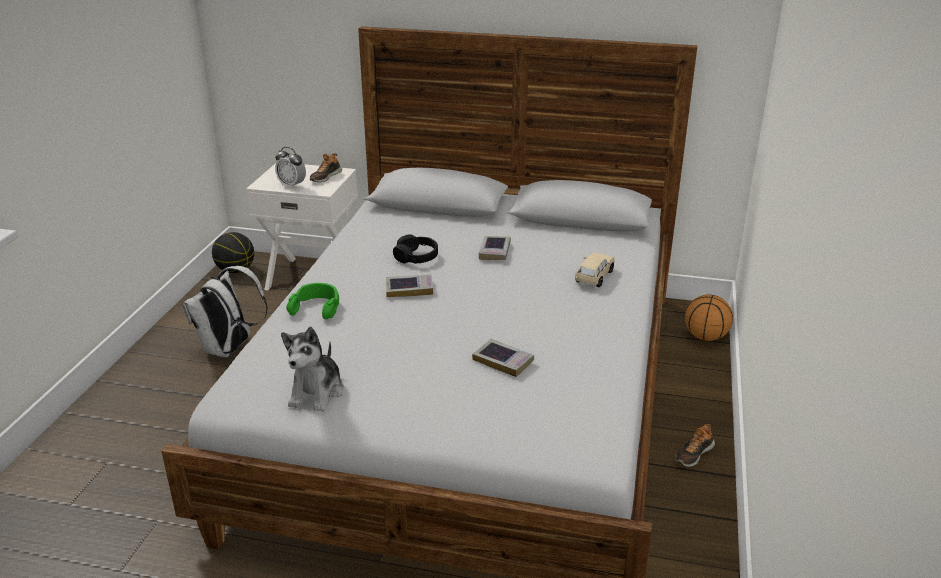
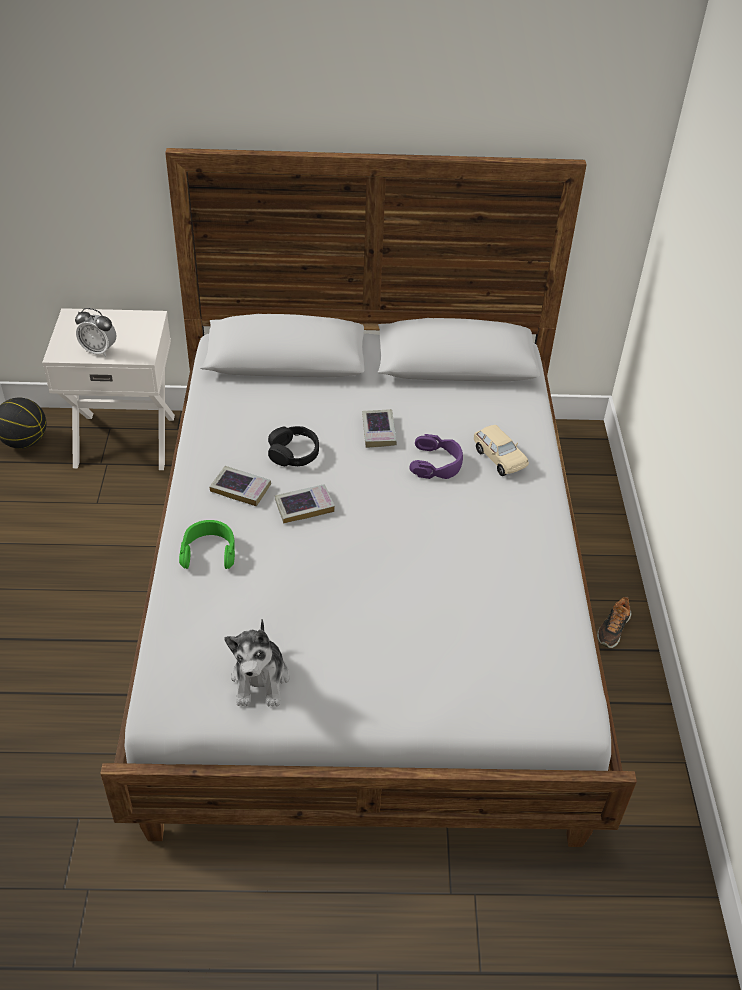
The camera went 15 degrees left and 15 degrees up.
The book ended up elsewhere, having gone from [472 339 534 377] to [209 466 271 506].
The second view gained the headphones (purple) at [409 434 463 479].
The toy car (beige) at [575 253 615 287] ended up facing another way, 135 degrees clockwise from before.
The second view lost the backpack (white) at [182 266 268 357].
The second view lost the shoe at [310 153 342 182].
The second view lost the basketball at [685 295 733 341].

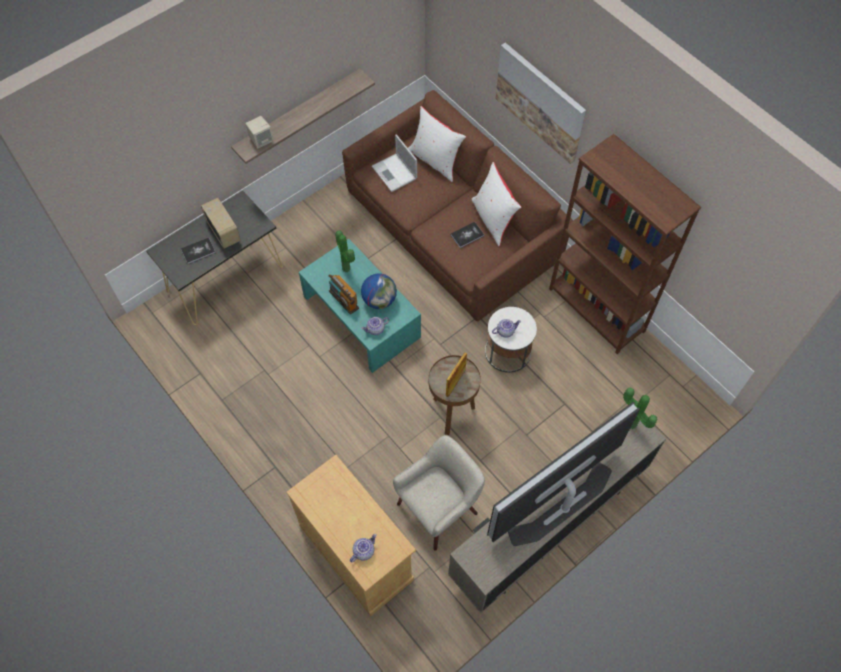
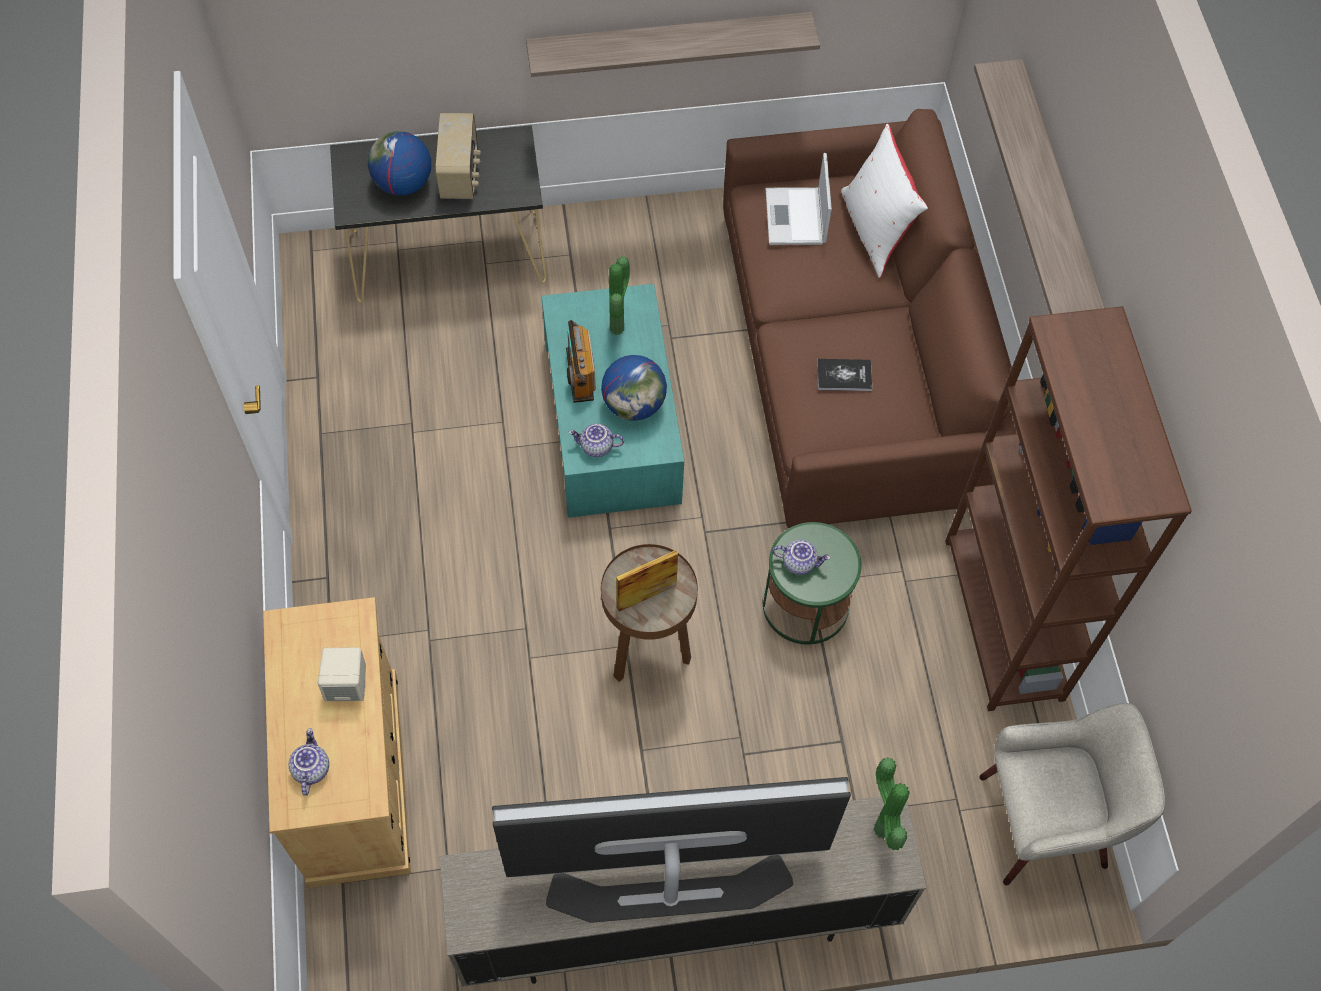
The camera went 30 degrees right and 0 degrees up.
The teapot at [350 534 377 563] ended up facing another way, 75 degrees counterclockwise from before.
The speaker (beige) ended up elsewhere, having gone from [245 116 273 149] to [318 647 366 701].
Where the book stood at [181 238 216 264], the globe came to stand at [368 131 431 196].
What was the side table (white) at [485 307 537 373] turned into the side table (green) at [763 522 862 645].
Where the picture hung at [496 42 586 164], the shelf came to hang at [974 59 1105 314].
The armchair (beige) ended up elsewhere, having gone from [393 435 485 551] to [979 703 1165 885].
The second view lost the pillow (white) at [471 162 521 246].

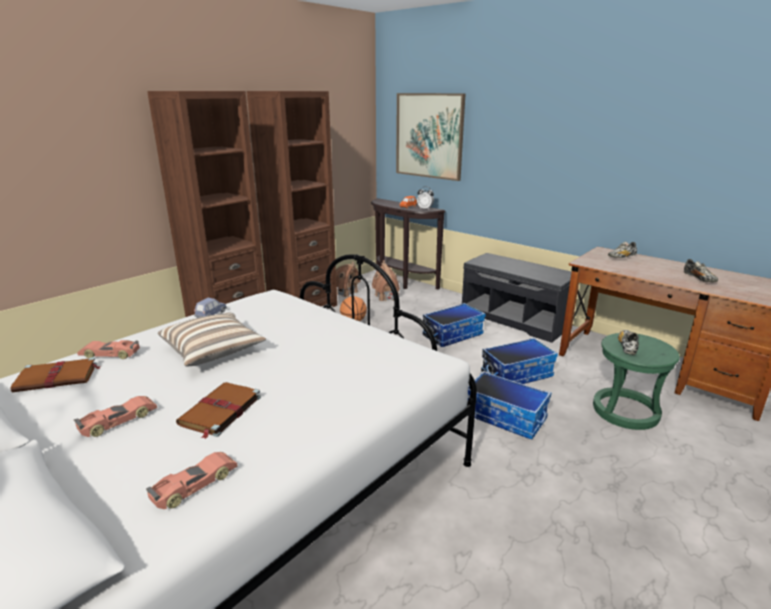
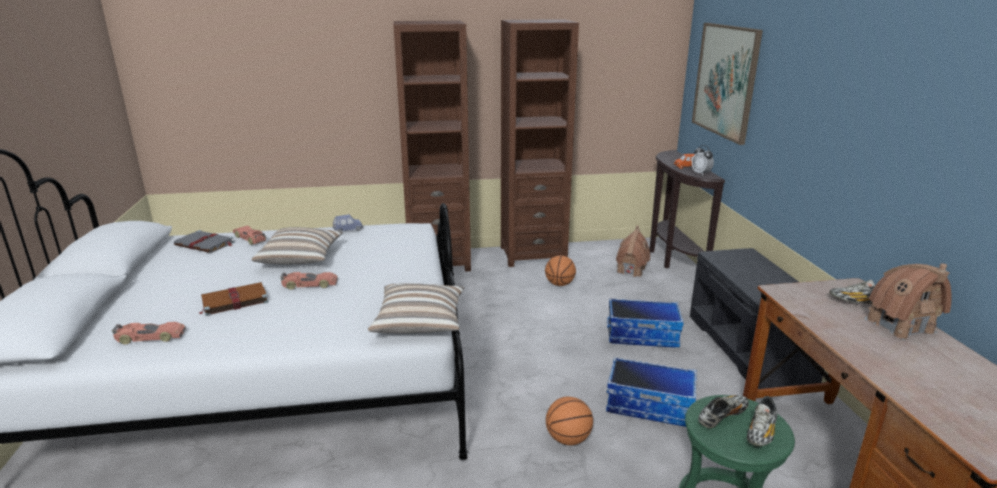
The camera went 40 degrees right and 0 degrees up.
What was the book (brown) at [11 357 101 392] turned into the book (grey) at [174 230 234 253].
The toy car ended up elsewhere, having gone from [74 396 157 437] to [280 272 338 290].
The second view gained the pillow at [368 283 464 334].
Where the storage box stood at [468 371 551 439], the basketball came to stand at [546 397 593 445].
The shoe ended up elsewhere, having gone from [684 259 718 282] to [747 396 778 446].
The toy house ended up elsewhere, having gone from [336 262 361 298] to [864 263 951 341].

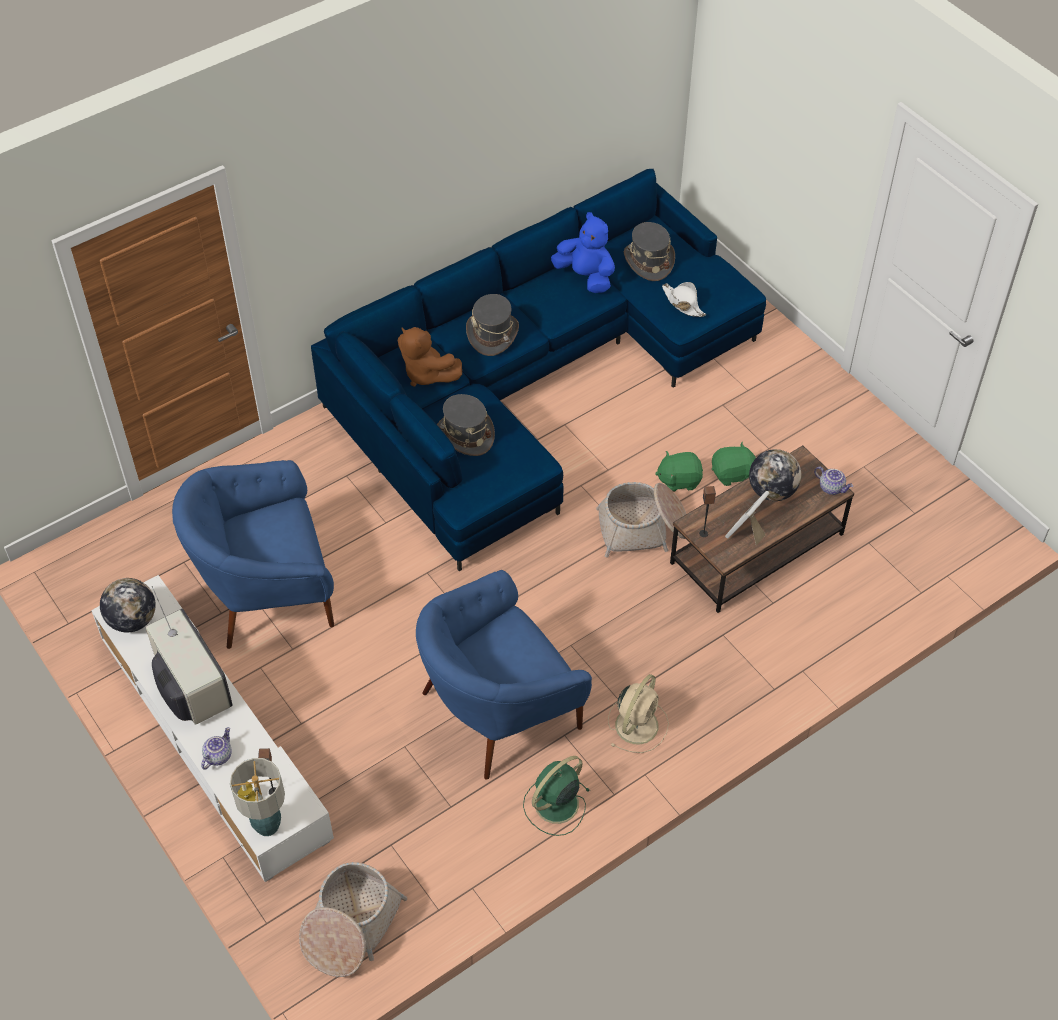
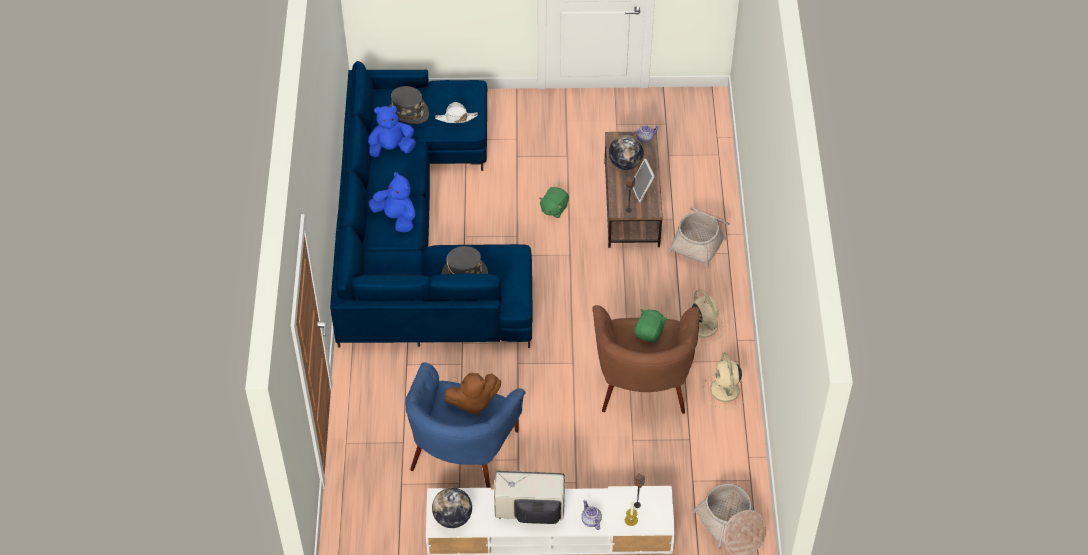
The camera went 55 degrees left and 0 degrees up.
Where the hat (grey) stood at [466 294 519 356], the plush toy (blue) came to stand at [369 172 416 232].
The plush toy (brown) ended up elsewhere, having gone from [398 327 462 386] to [445 373 501 416].
What was the armchair (blue) at [416 570 592 780] turned into the armchair (brown) at [592 305 700 414].
The plush toy (green) ended up elsewhere, having gone from [712 442 756 486] to [635 309 667 343].
The basket ended up elsewhere, having gone from [596 482 686 557] to [668 207 730 269].
What was the fan (green) at [523 756 590 836] turned into the fan (beige) at [704 352 748 408].
The second view lost the table lamp at [230 758 285 836].

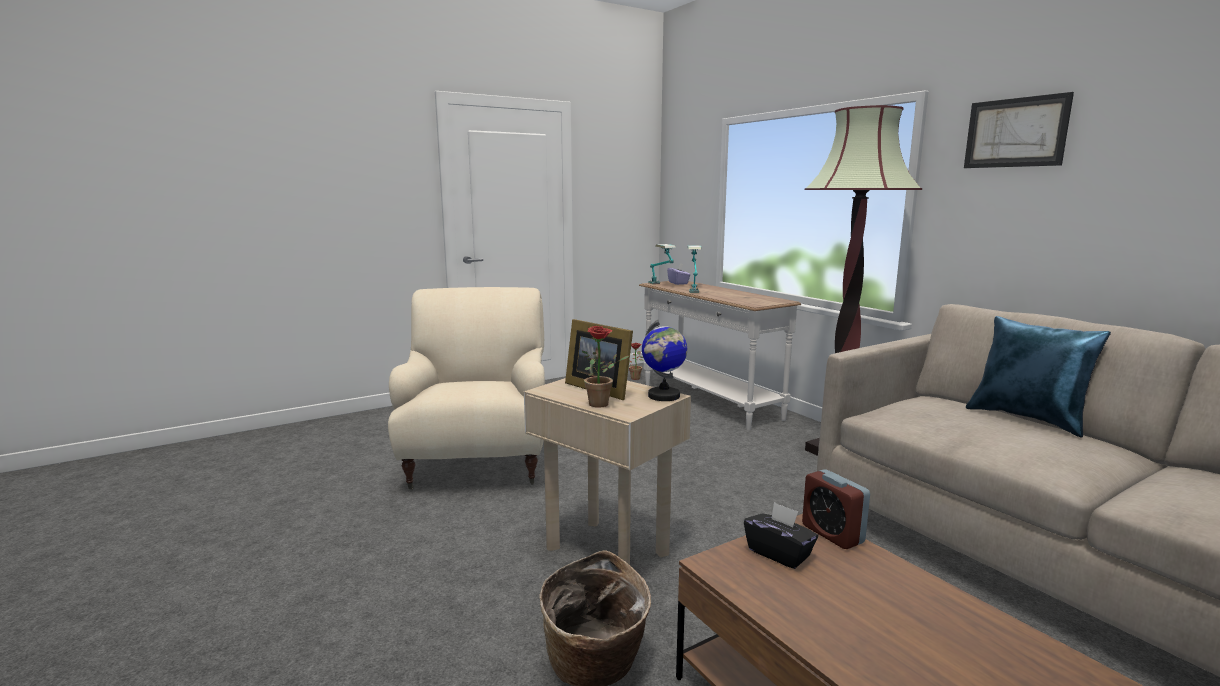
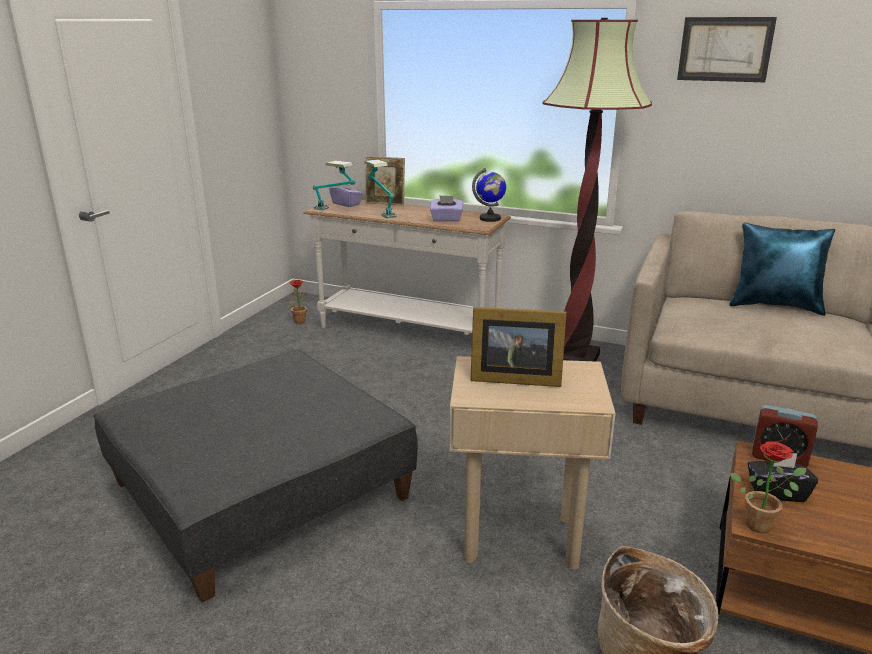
The camera went 35 degrees left and 10 degrees up.
Where the armchair (beige) stood at [388 287 545 489], the ottoman (grey) came to stand at [93 350 418 603].
The second view gained the picture frame at [366 156 405 206].
The second view gained the tissue box (purple) at [430 195 463 222].
The globe ended up elsewhere, having gone from [642 320 687 401] to [472 168 506 222].
The potted plant ended up elsewhere, having gone from [582 326 629 408] to [730 441 806 533].

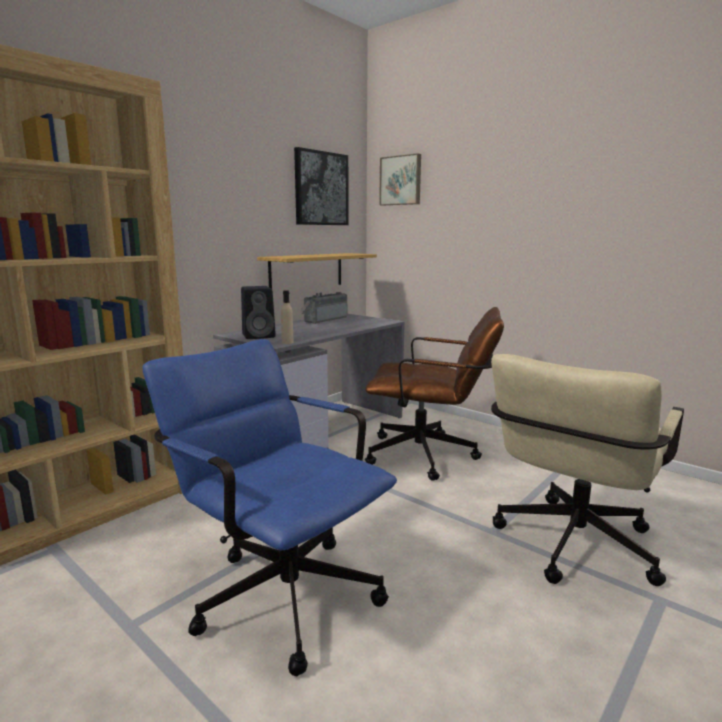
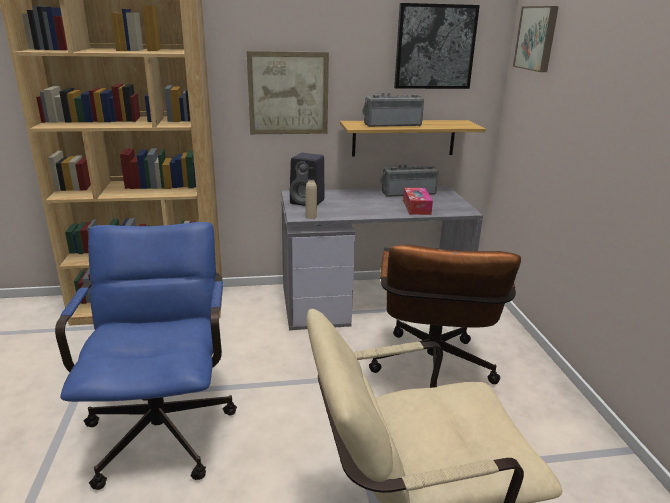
The camera went 40 degrees right and 10 degrees up.
The second view gained the picture at [247 51 329 134].
The second view gained the radio at [362 93 424 127].
The office chair (brown) at [365 307 504 481] ended up facing another way, 45 degrees clockwise from before.
The second view gained the tissue box at [403 188 433 215].

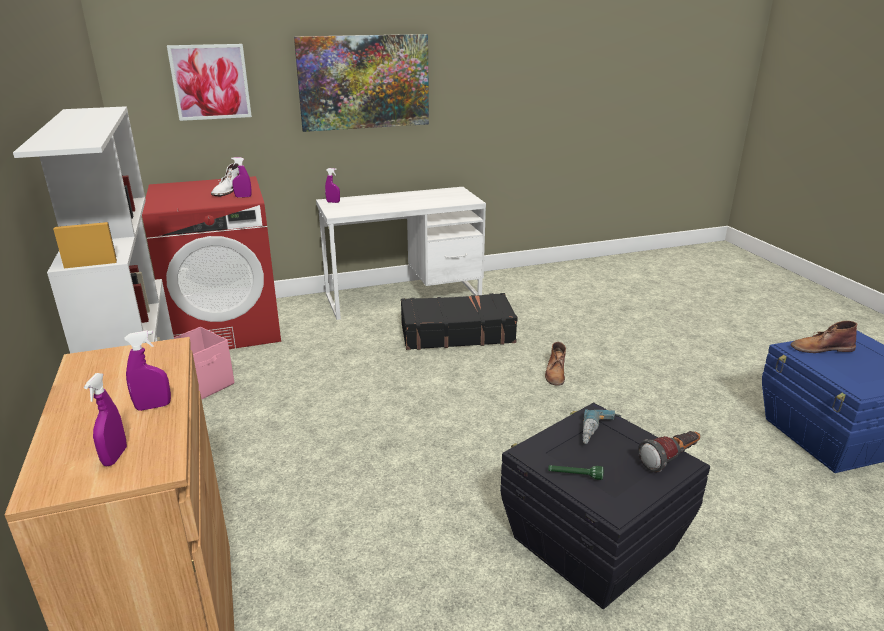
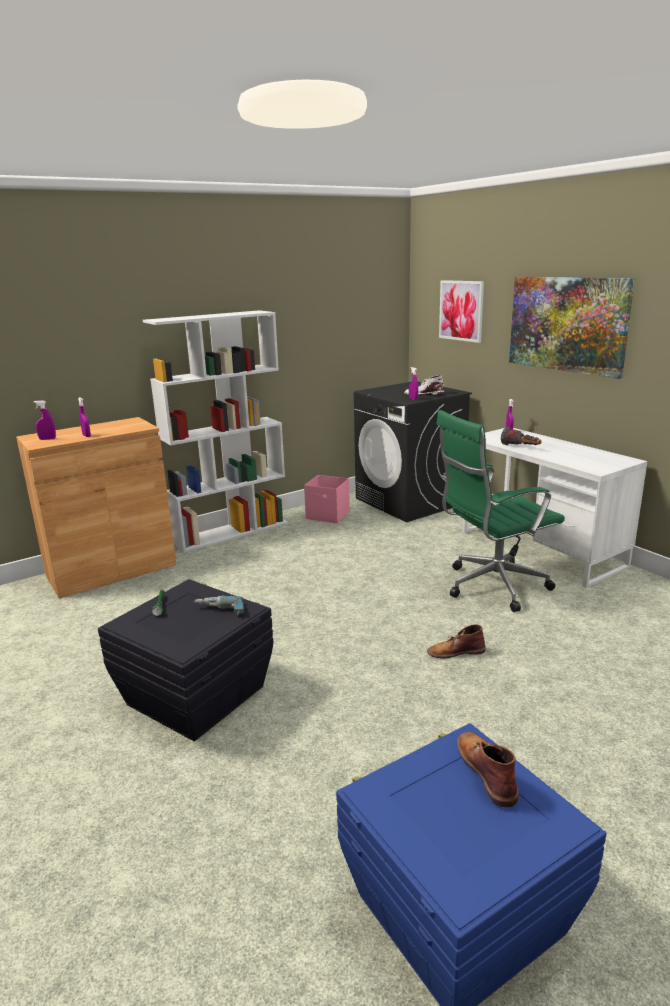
The camera went 75 degrees right and 5 degrees down.
What was the washing machine (red) at [142 176 281 349] turned into the washing machine (black) at [354 381 472 522].
Where the suitcase (black) stood at [401 293 518 350], the office chair (green) came to stand at [436 410 565 612].
The flashlight ended up elsewhere, having gone from [638 431 701 472] to [501 427 542 445].

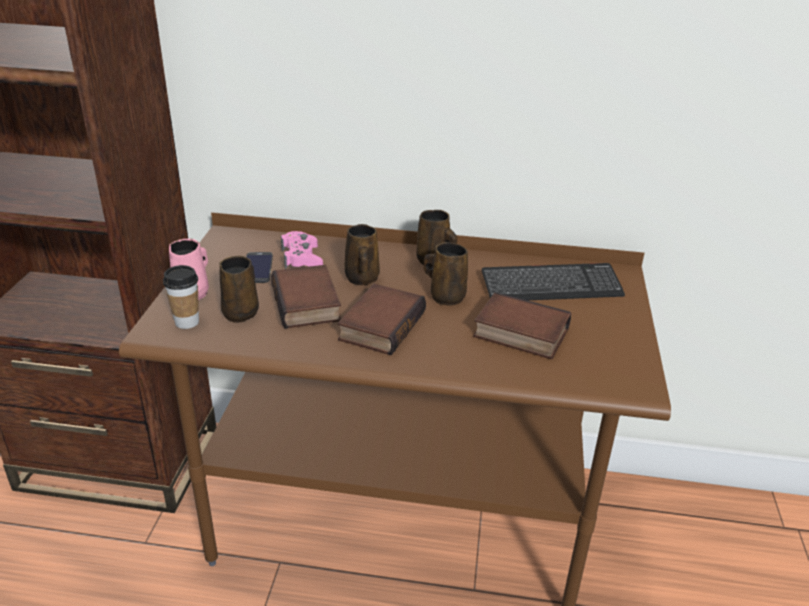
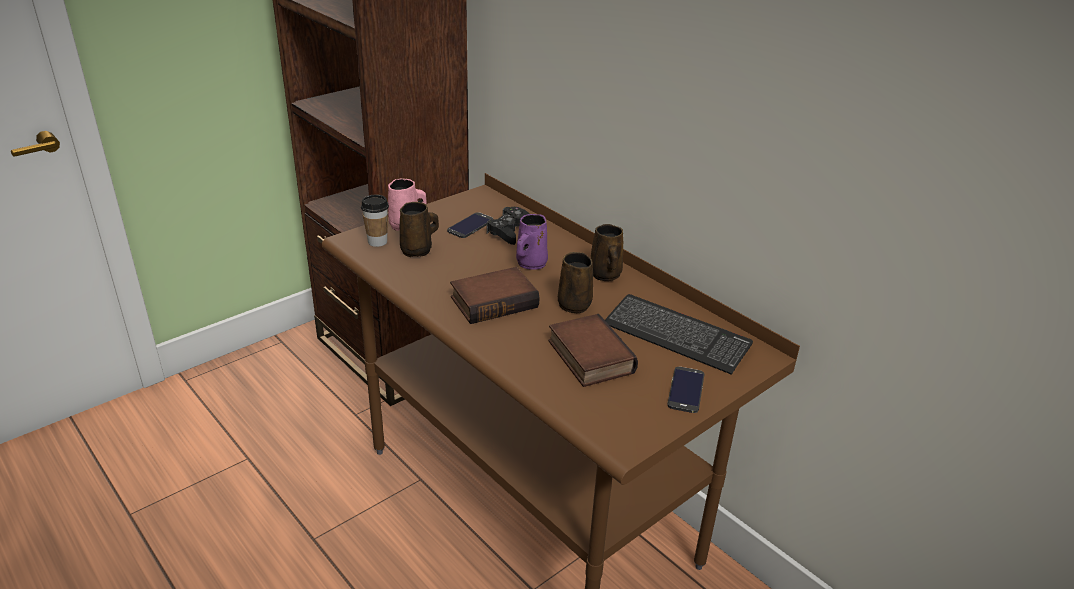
The camera went 40 degrees right and 0 degrees up.
What was the game controller (pink) at [281 231 323 269] turned into the game controller (black) at [487 207 529 245].
What was the mug (brown) at [344 224 380 285] turned into the mug (purple) at [516 214 548 270].
The second view gained the phone at [667 367 704 413].
The second view lost the book at [271 265 341 329].

